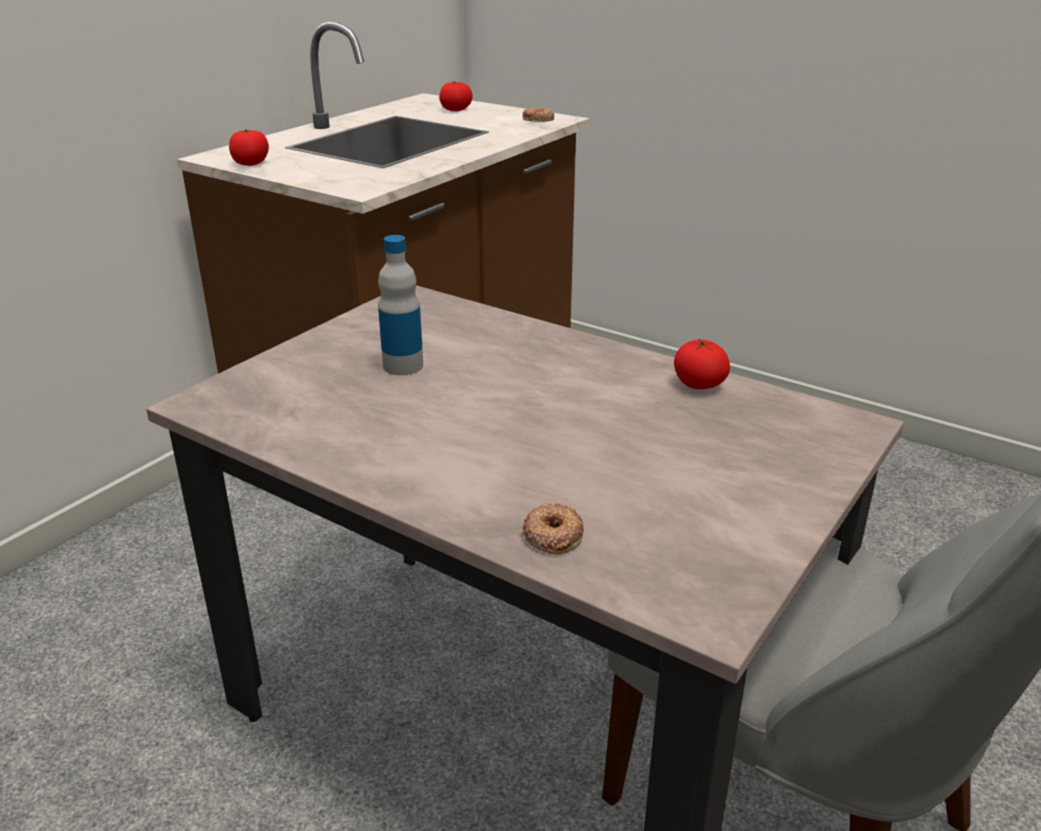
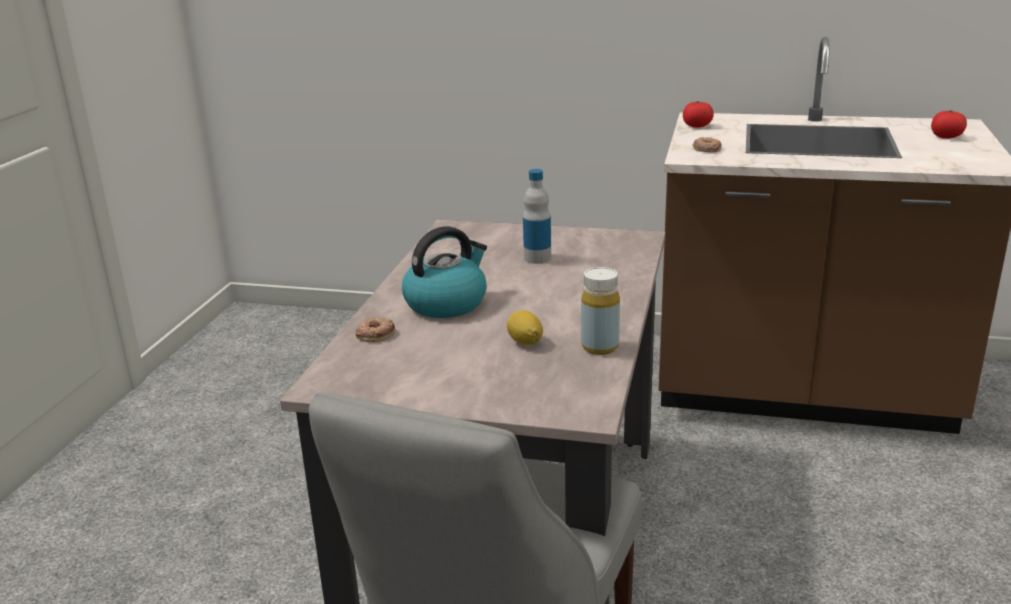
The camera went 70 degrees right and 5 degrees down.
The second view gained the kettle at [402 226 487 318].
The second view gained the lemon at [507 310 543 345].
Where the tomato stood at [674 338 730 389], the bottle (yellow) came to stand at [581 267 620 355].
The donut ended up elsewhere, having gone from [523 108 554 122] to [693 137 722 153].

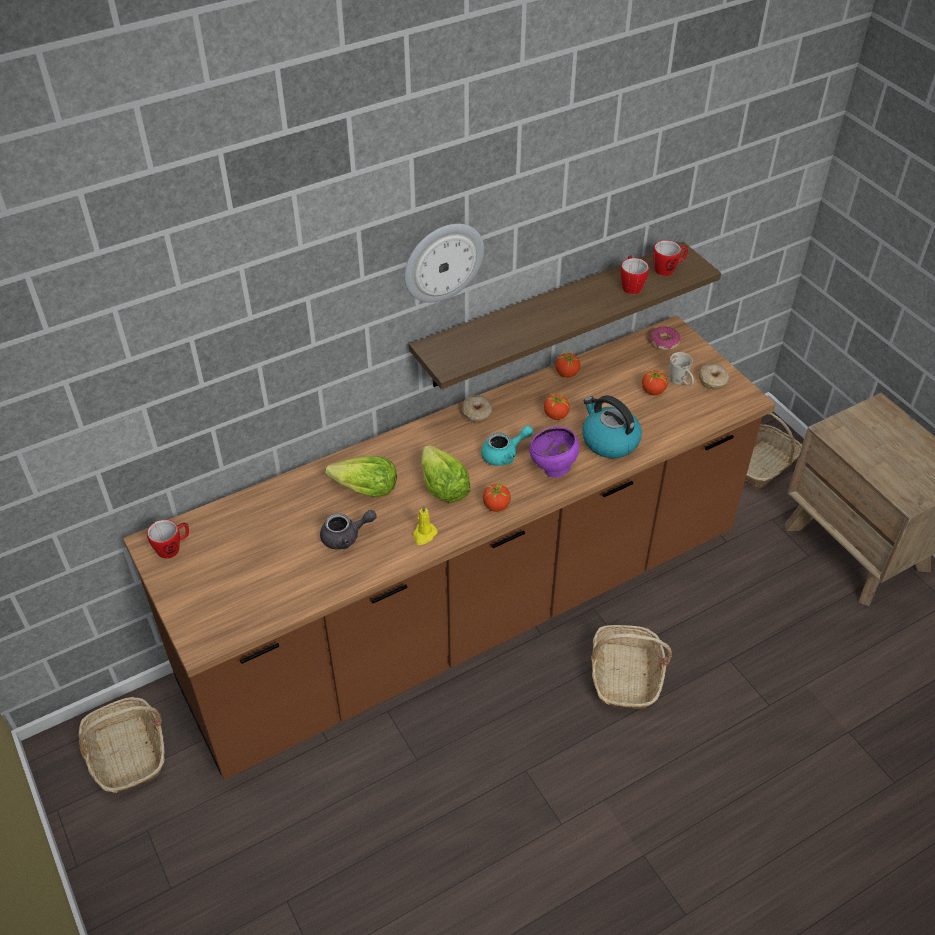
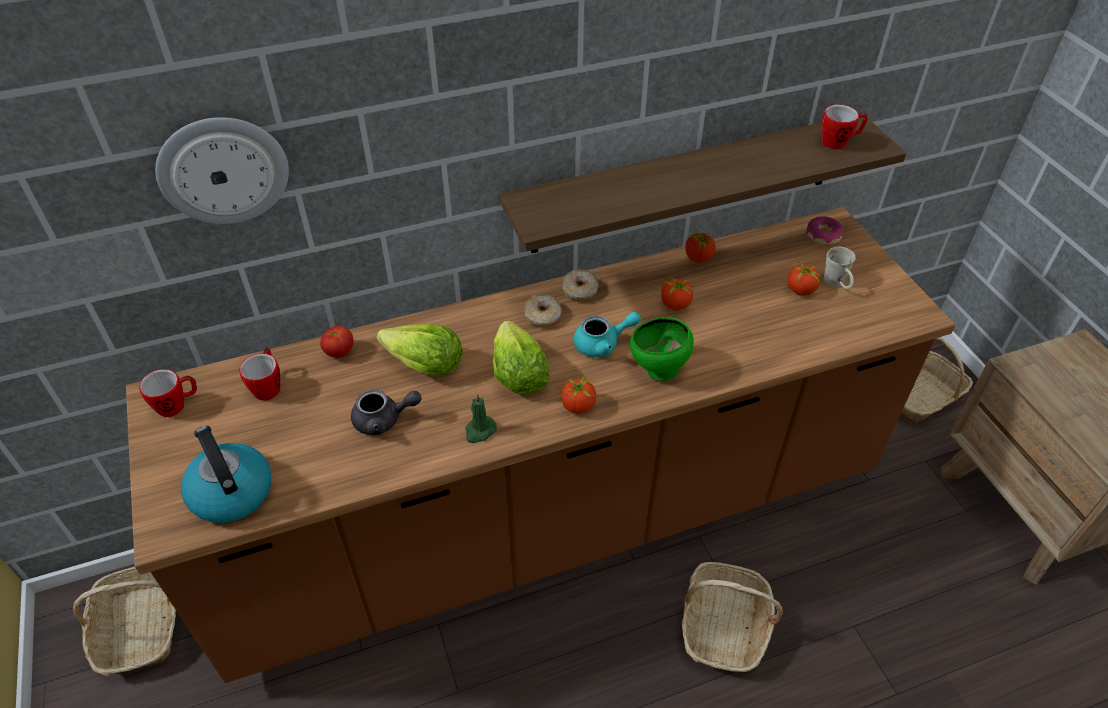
The camera went 10 degrees right and 0 degrees up.
The wall clock ended up elsewhere, having gone from [404 224 484 302] to [155 117 289 224].
The kettle ended up elsewhere, having gone from [582 395 642 458] to [181 426 271 523].
The mug ended up elsewhere, having gone from [620 255 649 294] to [239 348 280 401].
The second view gained the tomato at [320 326 354 358].
What was the candle (yellow) at [413 505 438 545] turned into the candle (green) at [465 393 497 443].
The donut ended up elsewhere, having gone from [699 363 729 390] to [524 293 562 328].
What was the bowl (purple) at [529 427 579 478] turned into the bowl (green) at [630 317 694 381].

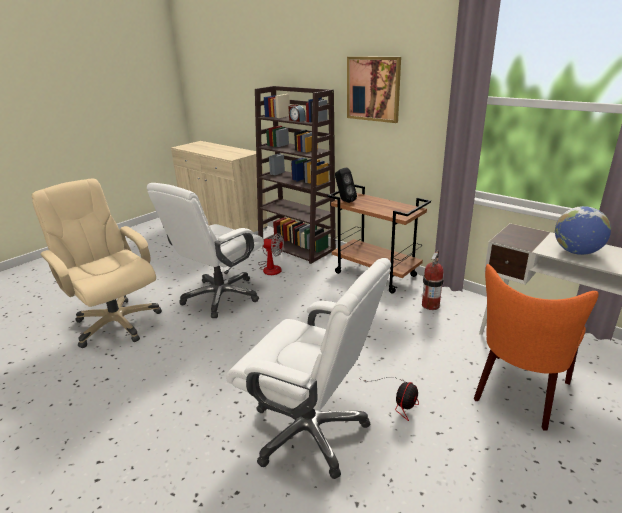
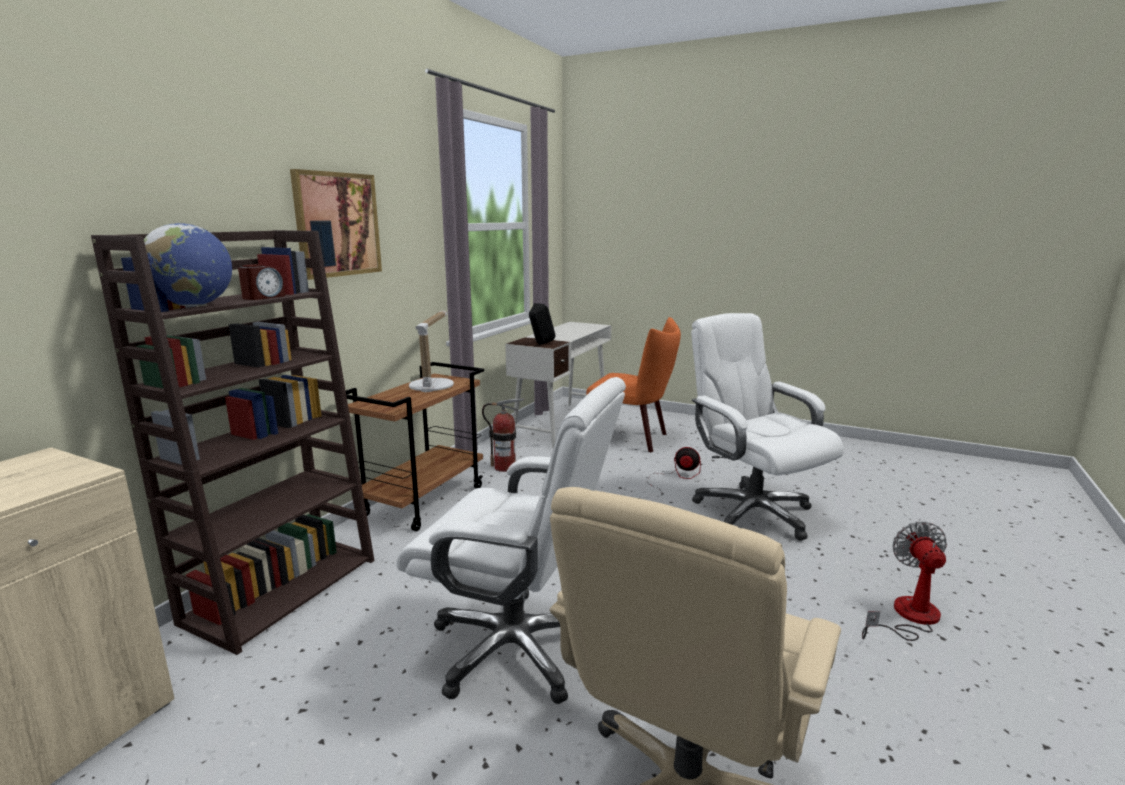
The camera went 105 degrees left and 10 degrees down.
The globe ended up elsewhere, having gone from [555 206 611 255] to [144 223 232 306].
The second view gained the table lamp at [409 311 454 393].
The speaker (black) ended up elsewhere, having gone from [335 168 357 203] to [529 303 555 344].
The office chair (white) at [226 258 391 479] ended up facing another way, 45 degrees counterclockwise from before.
The fan ended up elsewhere, having gone from [258 233 284 275] to [862 521 947 641].

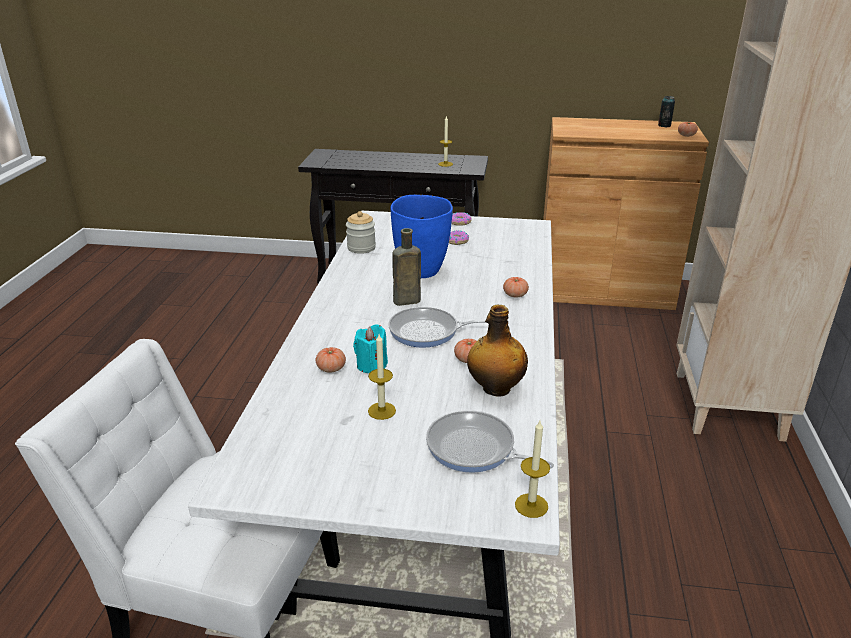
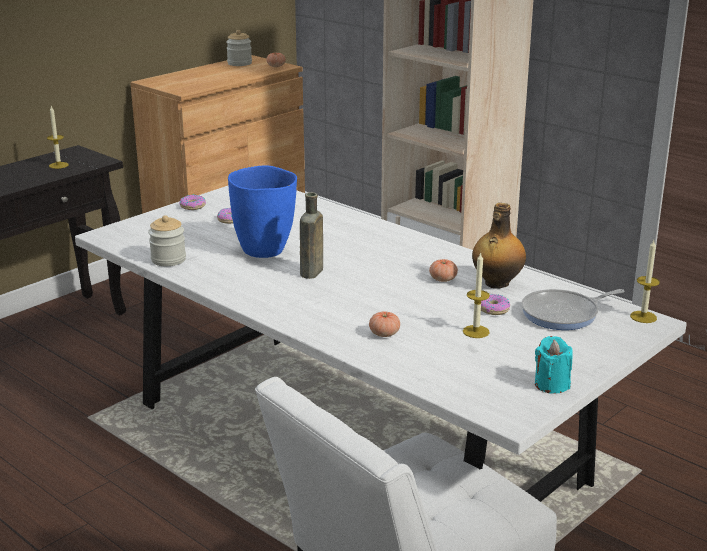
The camera went 55 degrees left and 5 degrees down.
Where the can stood at [658 96 675 127], the jar came to stand at [226 30 252 66].
The second view gained the donut at [481 294 510 315].
The candle (turquoise) ended up elsewhere, having gone from [353 324 388 373] to [535 336 573 394].
The second view lost the frying pan at [388 307 487 348].
The second view lost the tomato at [503 277 529 298].

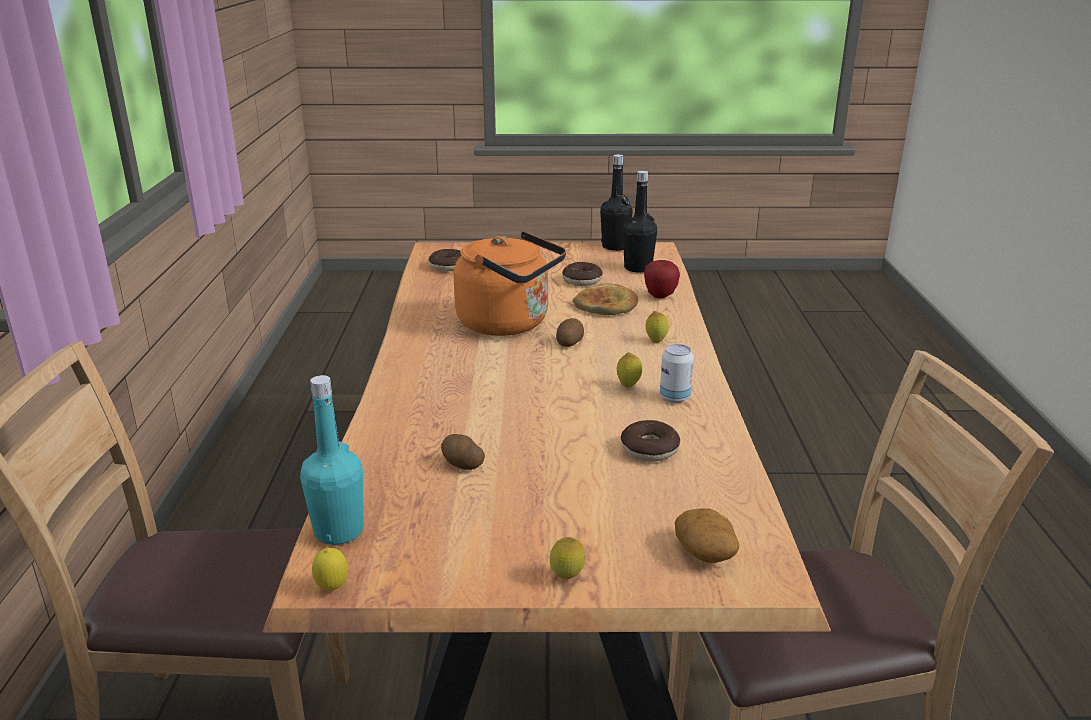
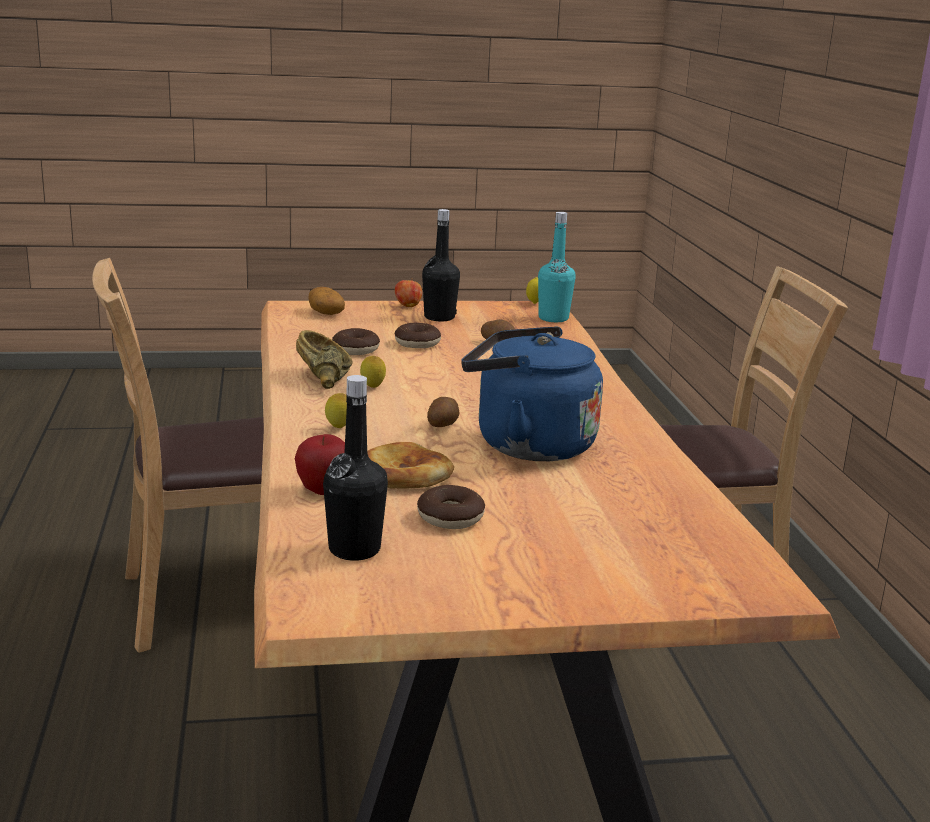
The camera went 170 degrees right and 5 degrees down.
Where the can stood at [660 344 694 403], the bowl (brown) came to stand at [296 330 353 389].
Where the lemon stood at [550 537 586 579], the apple came to stand at [395 278 422 307].
The donut ended up elsewhere, having gone from [429 249 461 271] to [395 323 441 348].
The bottle (black) ended up elsewhere, having gone from [600 154 633 251] to [422 209 460 321].
What was the kettle (orange) at [454 231 566 336] turned into the kettle (blue) at [461 327 603 461].

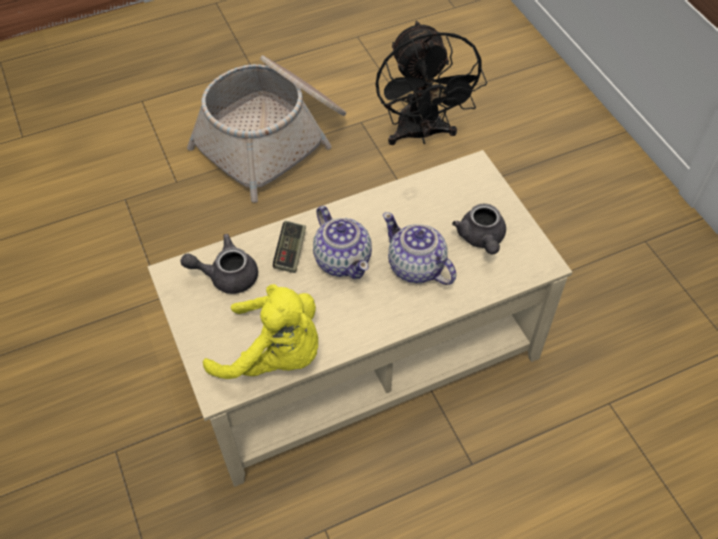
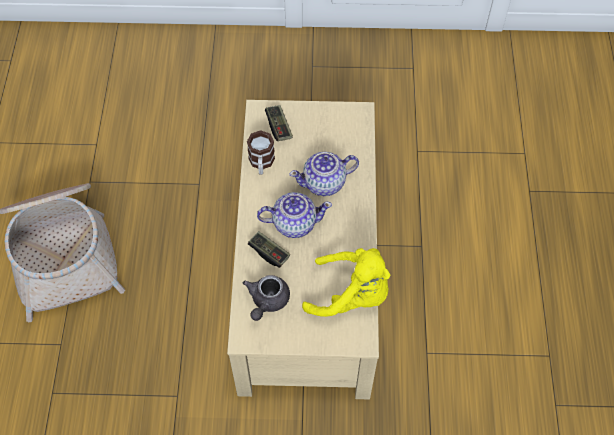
The camera went 65 degrees left and 5 degrees up.
The second view gained the mug at [247 130 275 175].
The second view gained the game controller at [265 105 293 141].
The plush toy (yellow) at [203 284 318 379] ended up facing another way, 60 degrees clockwise from before.
The second view lost the fan (black) at [376 21 487 145].
The second view lost the teapot (grey) at [452 204 506 255].

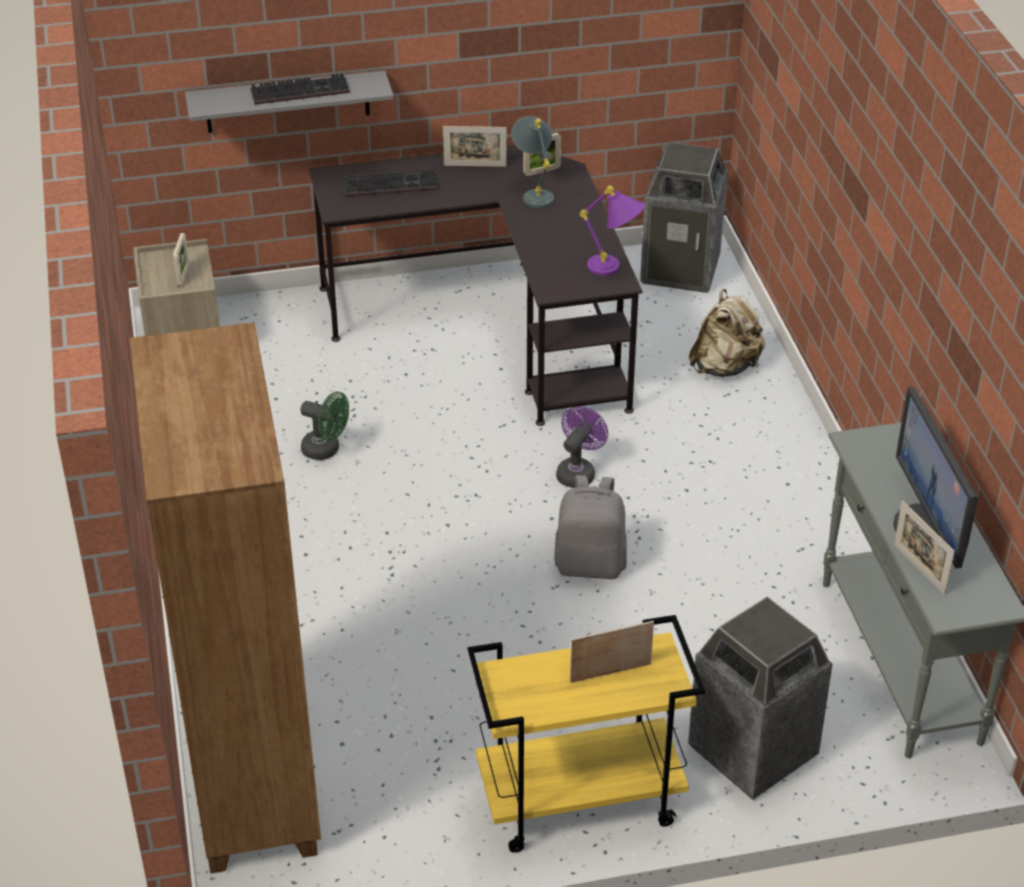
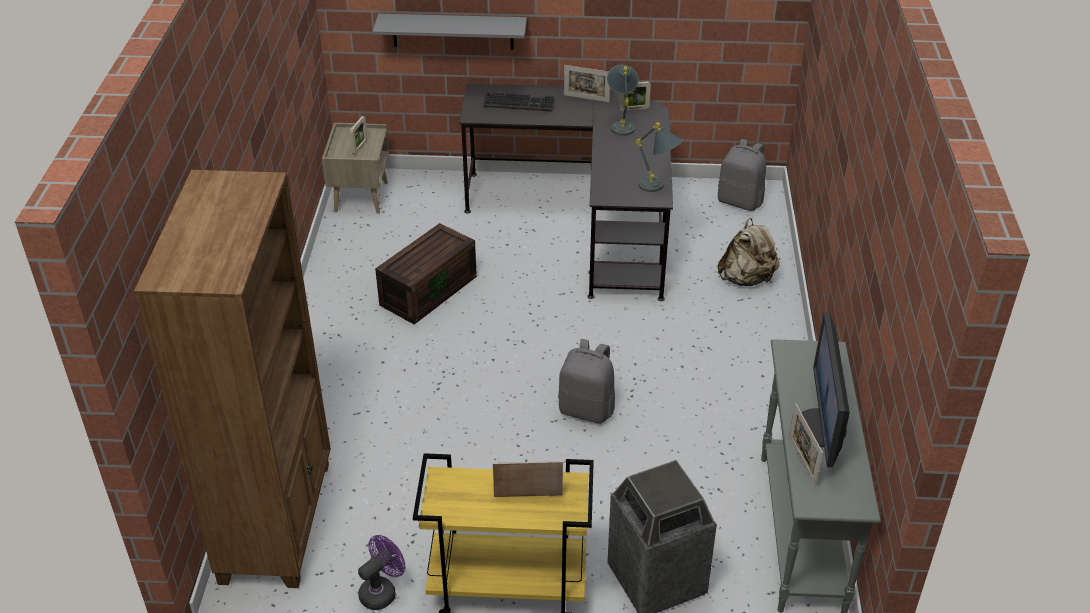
The camera went 15 degrees right and 0 degrees up.
The fan (purple) ended up elsewhere, having gone from [556 406 608 488] to [358 535 405 610].
Where the fan (green) stood at [301 392 349 460], the storage box (brown) came to stand at [375 223 477 325].
What was the table lamp (purple) at [580 186 645 276] turned into the table lamp (grey) at [636 122 684 192].
Where the trash can stood at [640 142 728 293], the backpack (grey) came to stand at [718 139 766 211].
The second view lost the keyboard at [250 73 350 105].

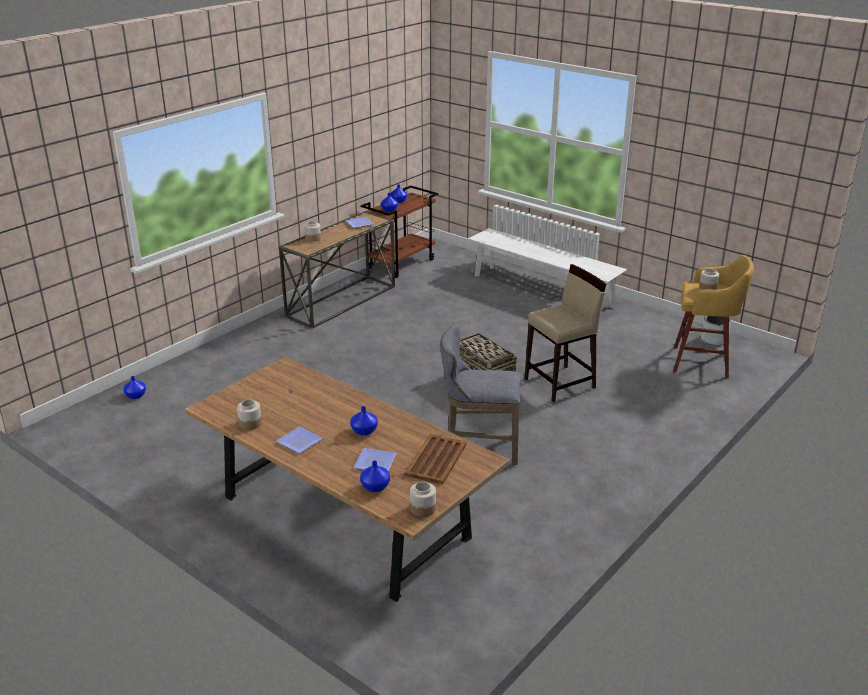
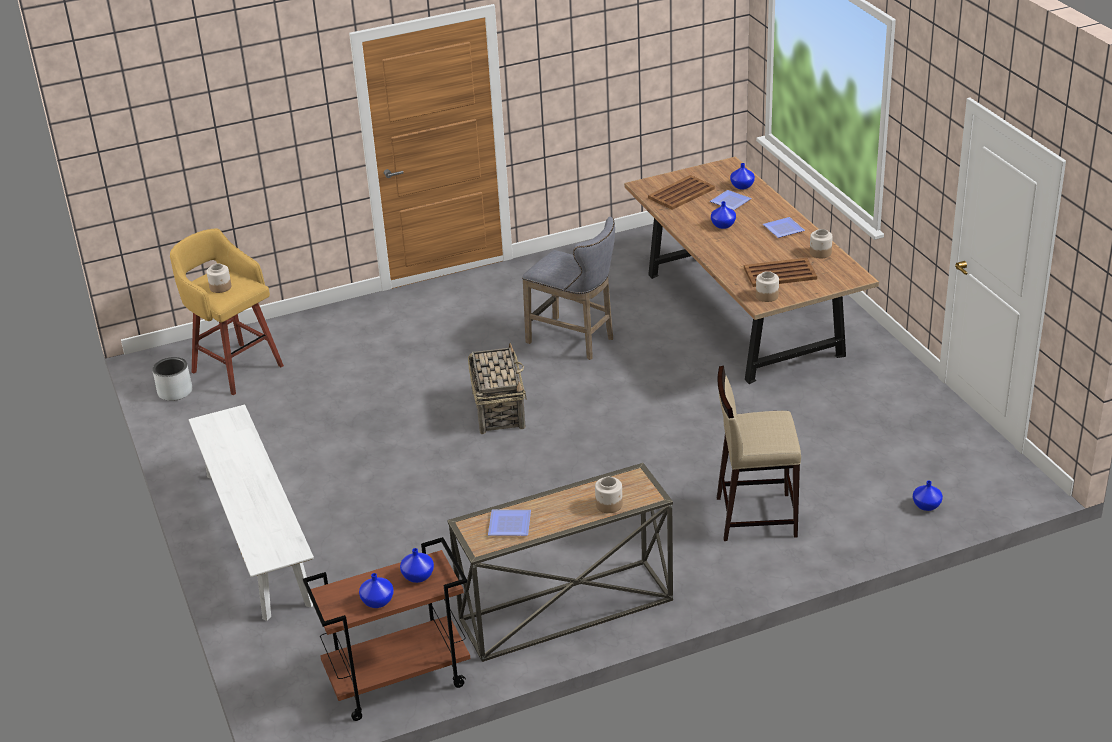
The camera went 150 degrees left and 5 degrees up.
The stool (beige) ended up elsewhere, having gone from [525 264 606 402] to [717 366 801 541].
The second view gained the tray (brown) at [744 258 817 287].
The jar ended up elsewhere, having gone from [410 482 436 517] to [756 271 779 302].

